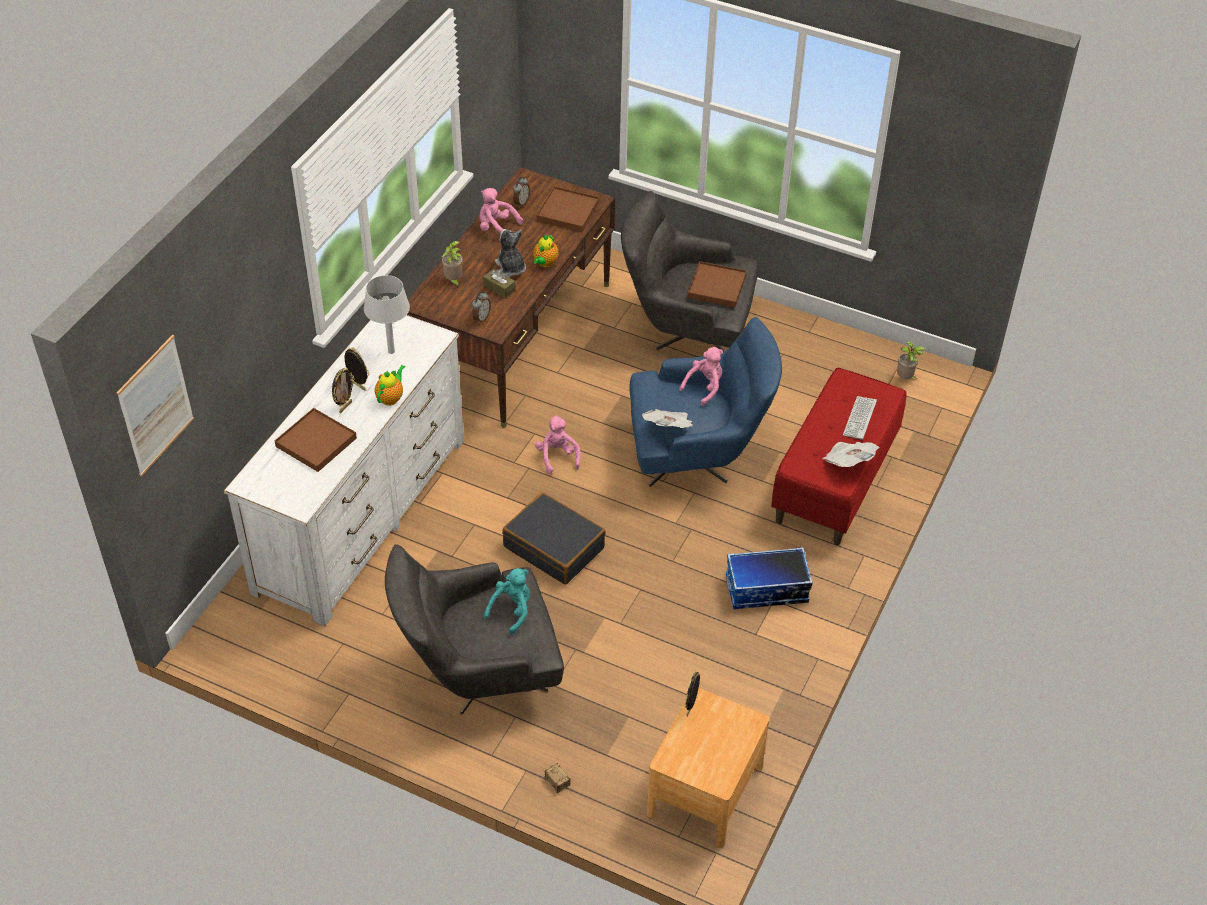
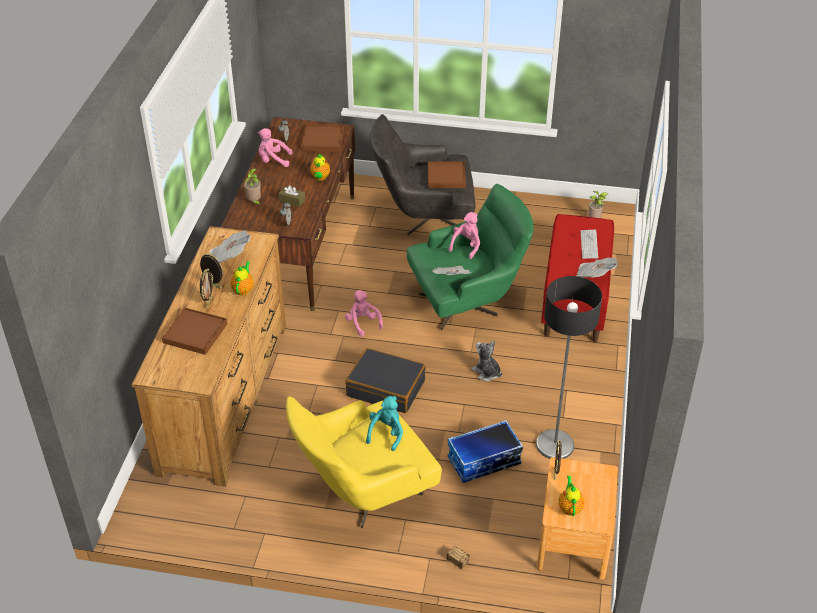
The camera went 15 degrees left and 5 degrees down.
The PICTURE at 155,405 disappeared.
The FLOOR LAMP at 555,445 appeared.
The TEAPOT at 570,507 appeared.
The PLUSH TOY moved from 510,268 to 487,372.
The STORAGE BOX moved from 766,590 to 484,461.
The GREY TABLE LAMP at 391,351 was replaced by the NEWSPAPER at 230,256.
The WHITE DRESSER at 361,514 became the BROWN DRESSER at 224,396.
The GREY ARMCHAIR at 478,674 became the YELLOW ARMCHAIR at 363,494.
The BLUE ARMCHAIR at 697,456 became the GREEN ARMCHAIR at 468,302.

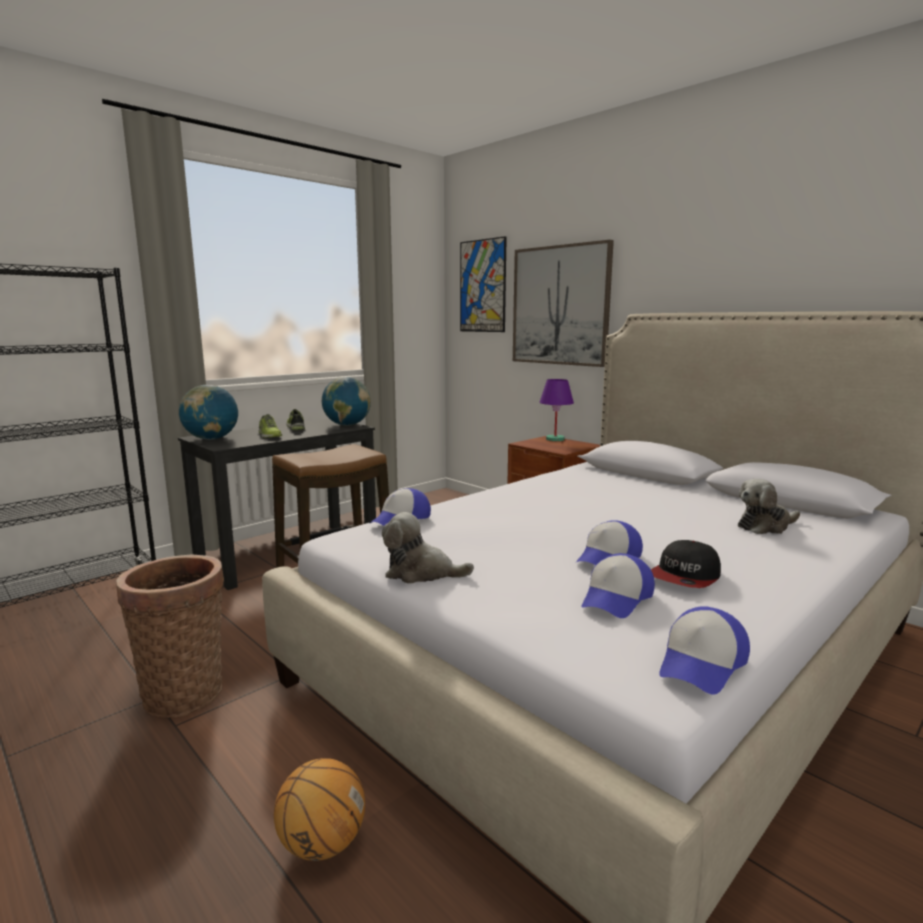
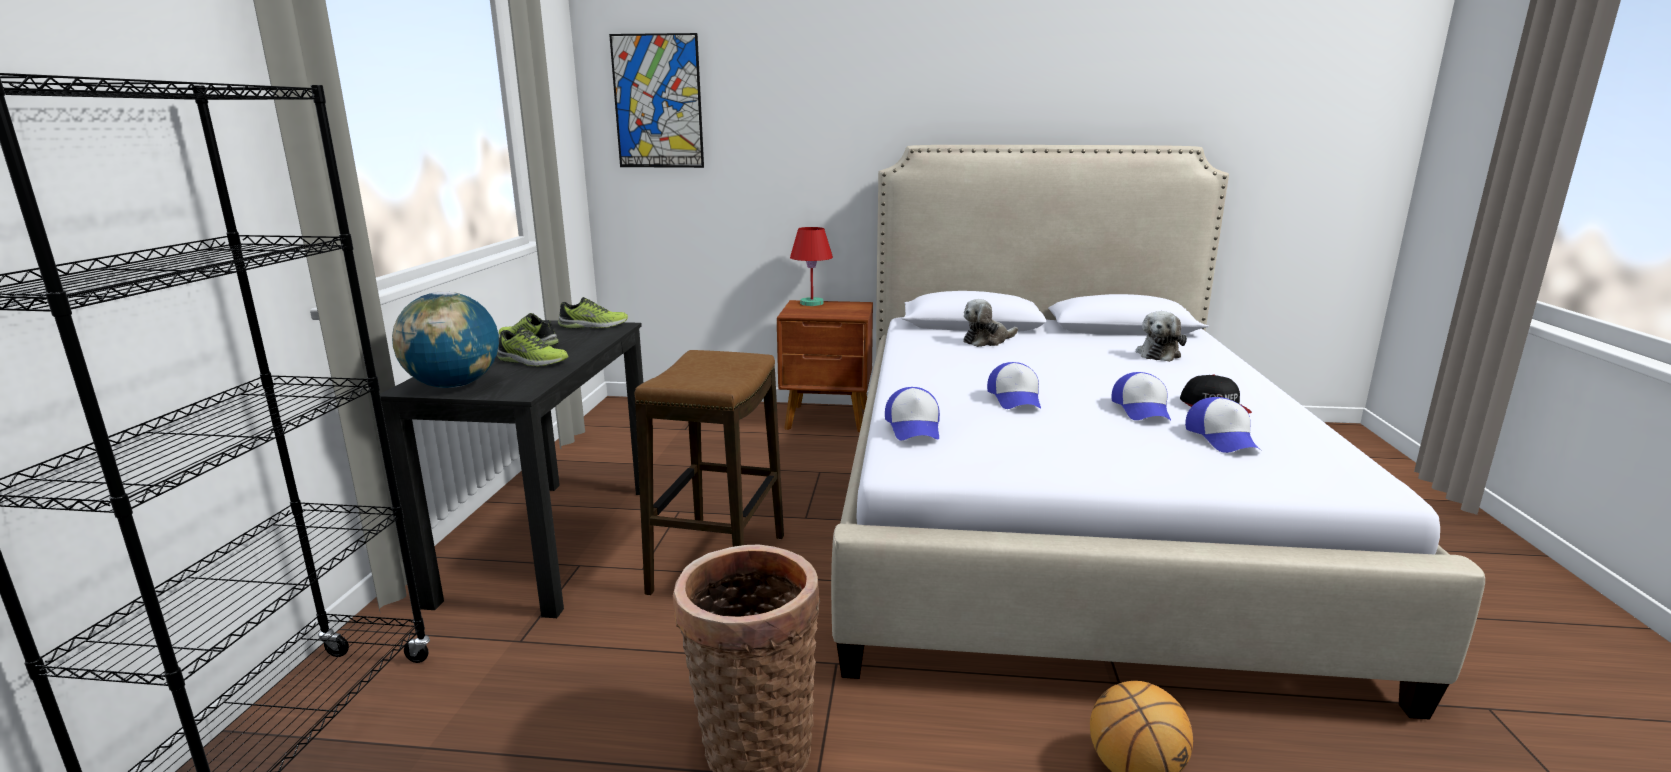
The camera went 40 degrees left and 5 degrees up.
The PICTURE at 560,305 disappeared.
The PLUSH TOY moved from 421,573 to 987,341.
The CAP moved from 702,663 to 1015,398.
The GLOBE at 347,425 was replaced by the SHOE at 593,326.
The PURPLE TABLE LAMP at 554,439 became the RED TABLE LAMP at 811,303.

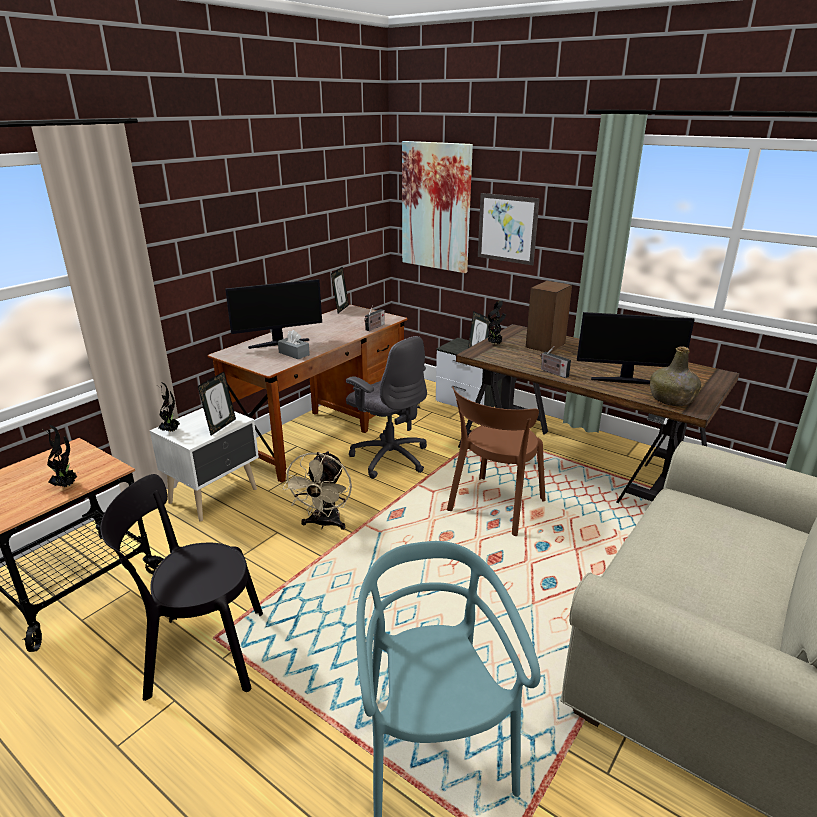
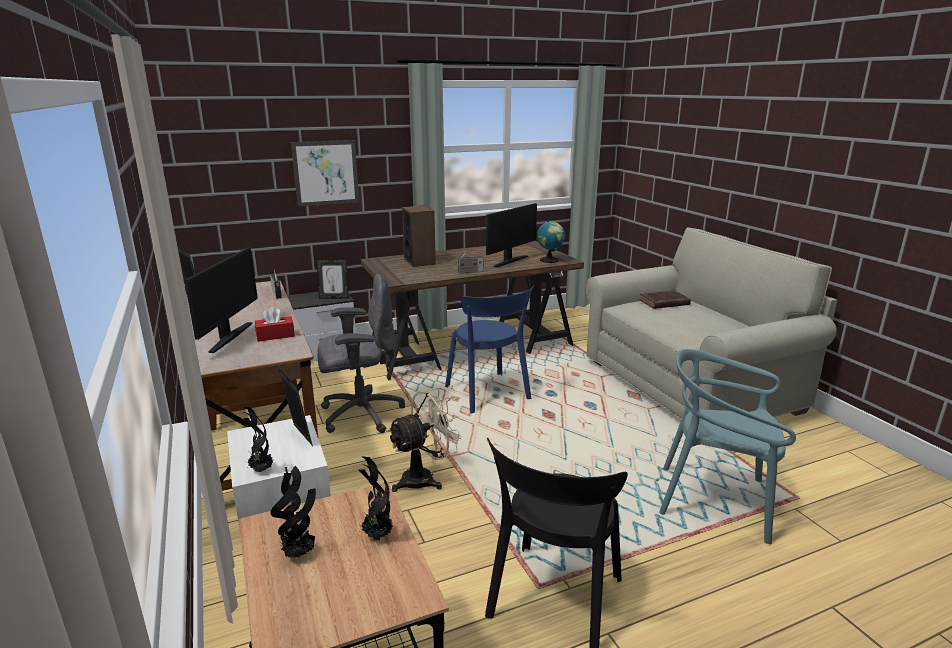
The camera went 60 degrees left and 5 degrees down.
The PICTURE at 436,207 disappeared.
The BROWN BOOK at 663,302 appeared.
The POTTED PLANT moved from 495,344 to 300,553.
The GREEN BOTTLE at 672,399 was replaced by the GLOBE at 550,260.
The GREY TISSUE BOX at 294,354 became the RED TISSUE BOX at 275,335.
The BROWN CHAIR at 494,508 became the BLUE CHAIR at 489,395.
The BEIGE FAN at 324,524 turned 75 degrees counterclockwise.

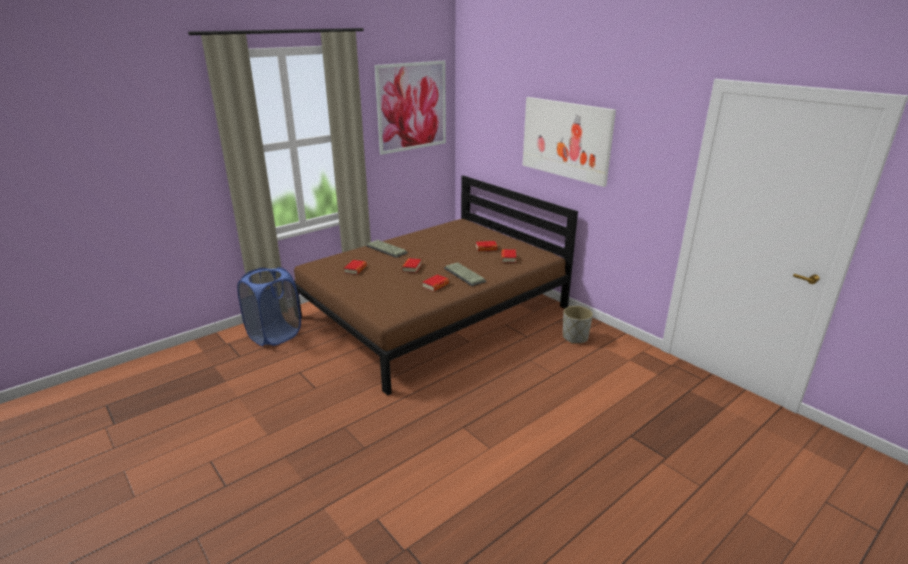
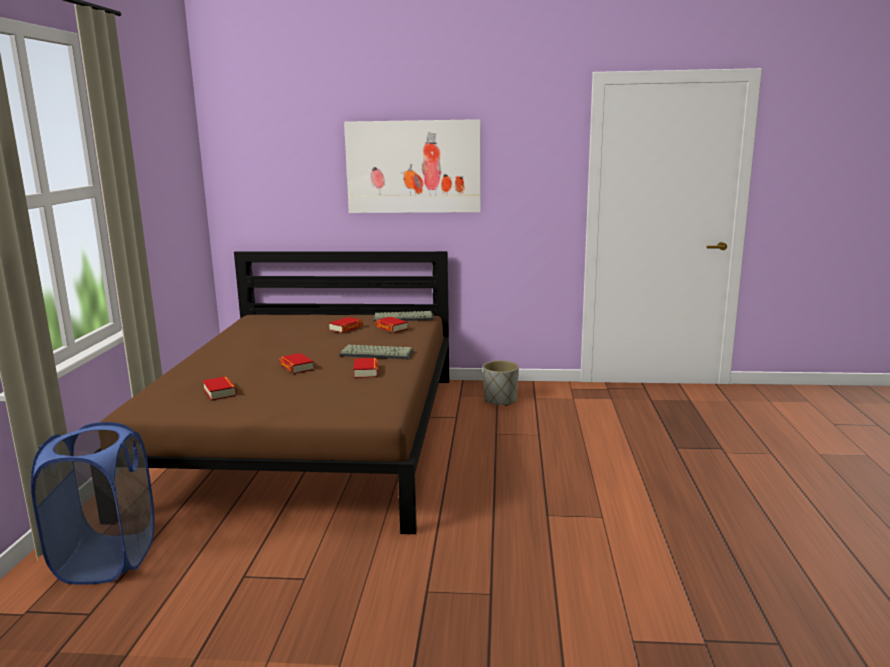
The camera went 45 degrees left and 10 degrees down.
The PICTURE at 412,106 disappeared.
The KEYBOARD moved from 387,249 to 404,317.

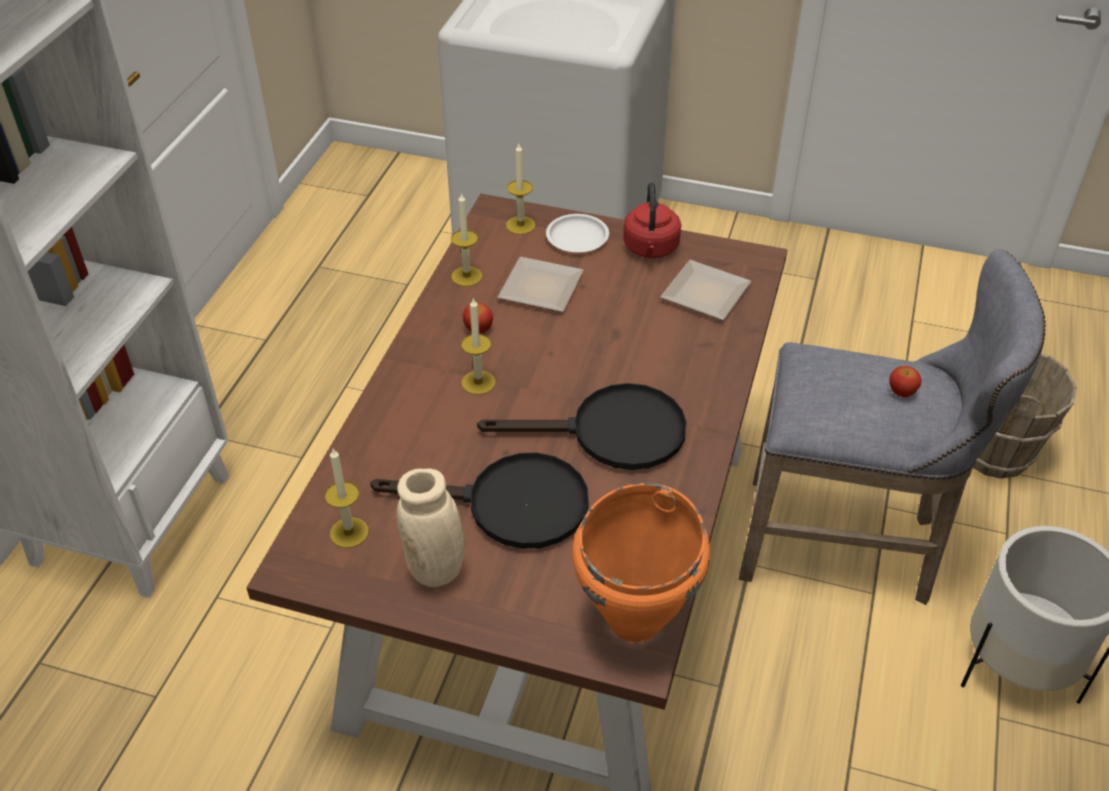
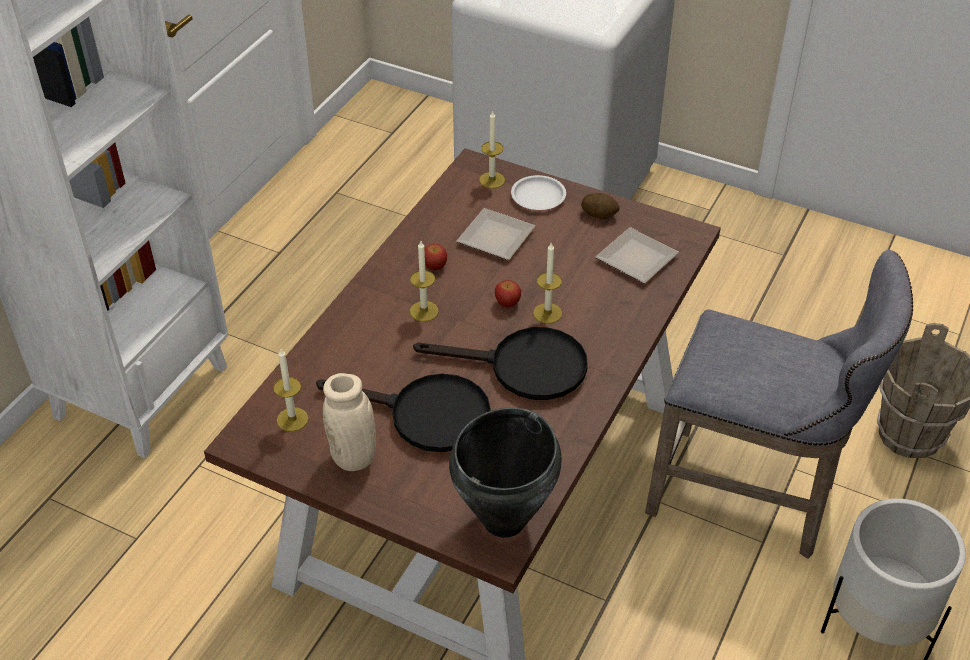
The camera went 10 degrees right and 0 degrees up.
The CANDLE moved from 466,276 to 547,313.
The APPLE moved from 901,392 to 507,303.
The RED KETTLE at 651,249 was replaced by the POTATO at 599,214.
The ORANGE COOKING POT at 636,620 became the BLACK COOKING POT at 505,520.

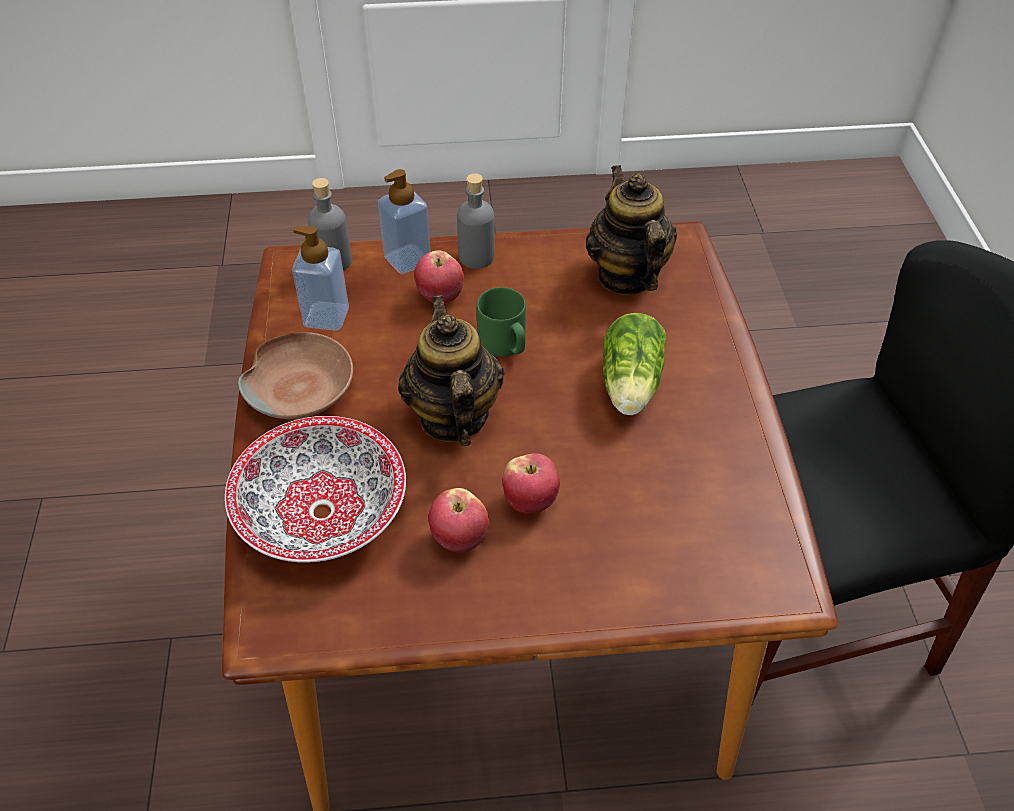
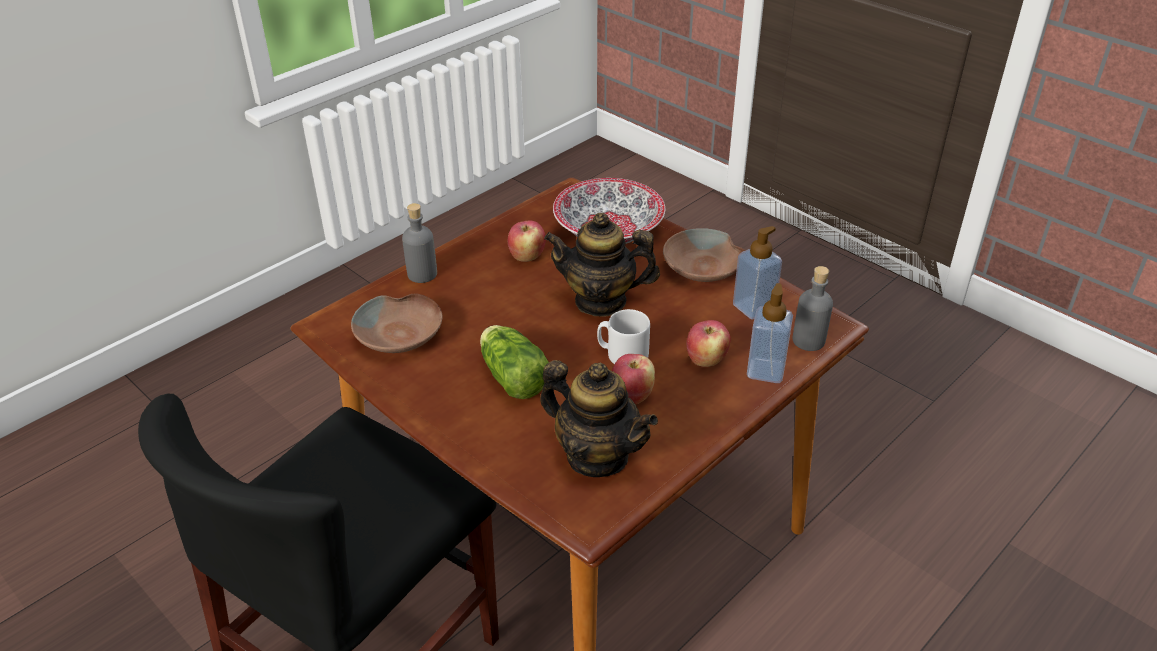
The camera went 140 degrees right and 10 degrees down.
The BROWN BOWL at 401,336 appeared.
The GREY BOTTLE moved from 476,257 to 422,274.
The APPLE moved from 530,501 to 632,395.
The GREEN MUG at 505,345 became the GREY MUG at 622,355.
The TEAPOT at 452,417 turned 150 degrees clockwise.

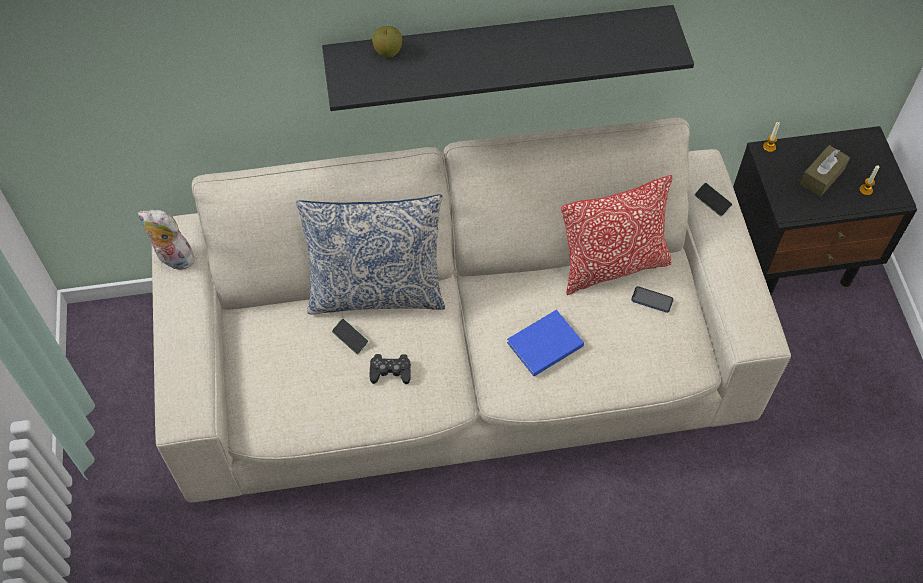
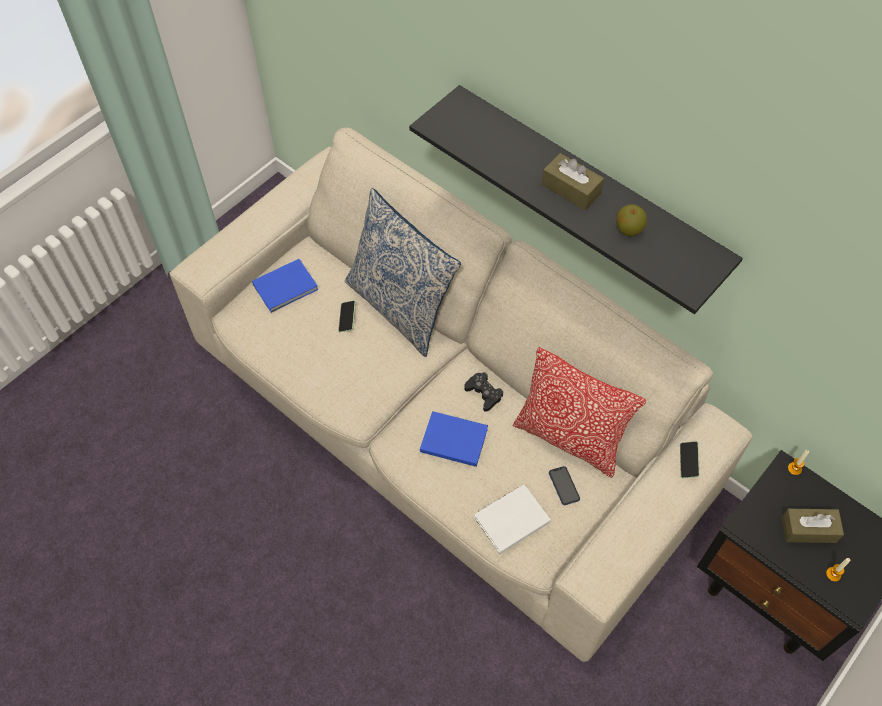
The camera went 50 degrees right and 0 degrees up.
The PLUSH TOY at 172,259 disappeared.
The BLUE BOOK at 287,287 appeared.
The WHITE BOOK at 509,520 appeared.
The BROWN TISSUE BOX at 571,189 appeared.
The BLACK GAME CONTROLLER moved from 390,371 to 484,393.
The APPLE moved from 388,51 to 629,229.

